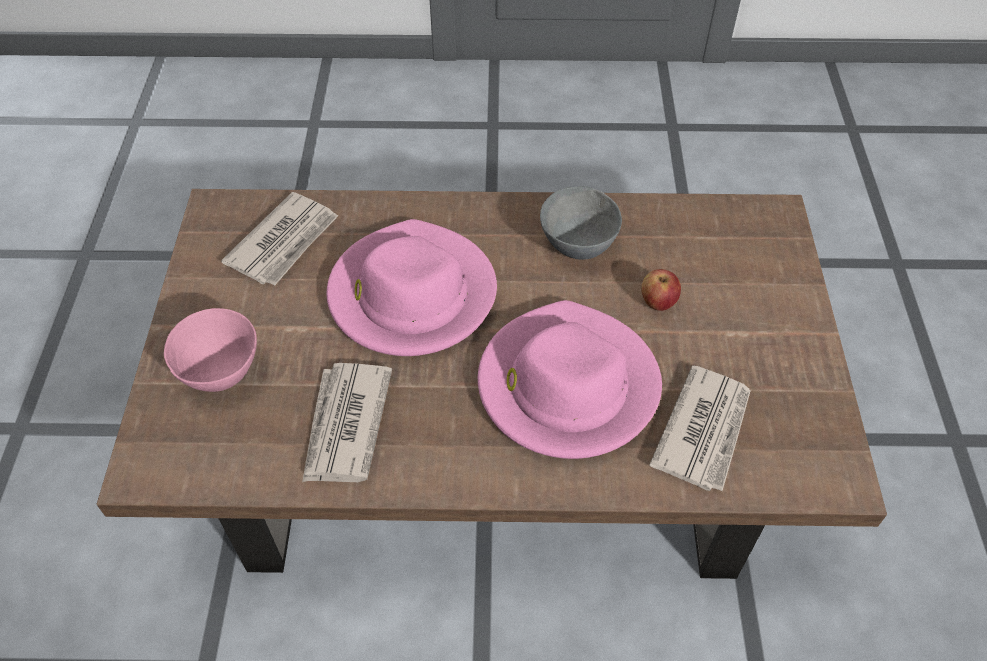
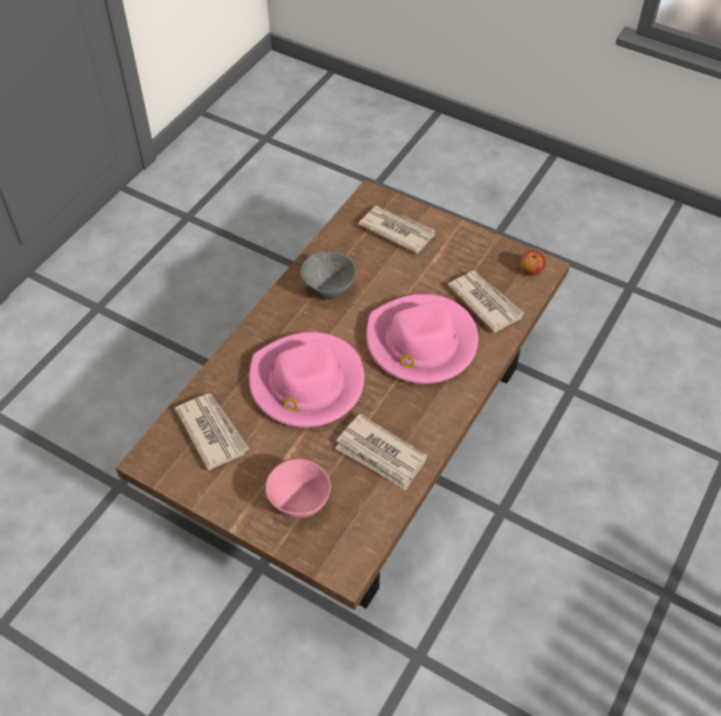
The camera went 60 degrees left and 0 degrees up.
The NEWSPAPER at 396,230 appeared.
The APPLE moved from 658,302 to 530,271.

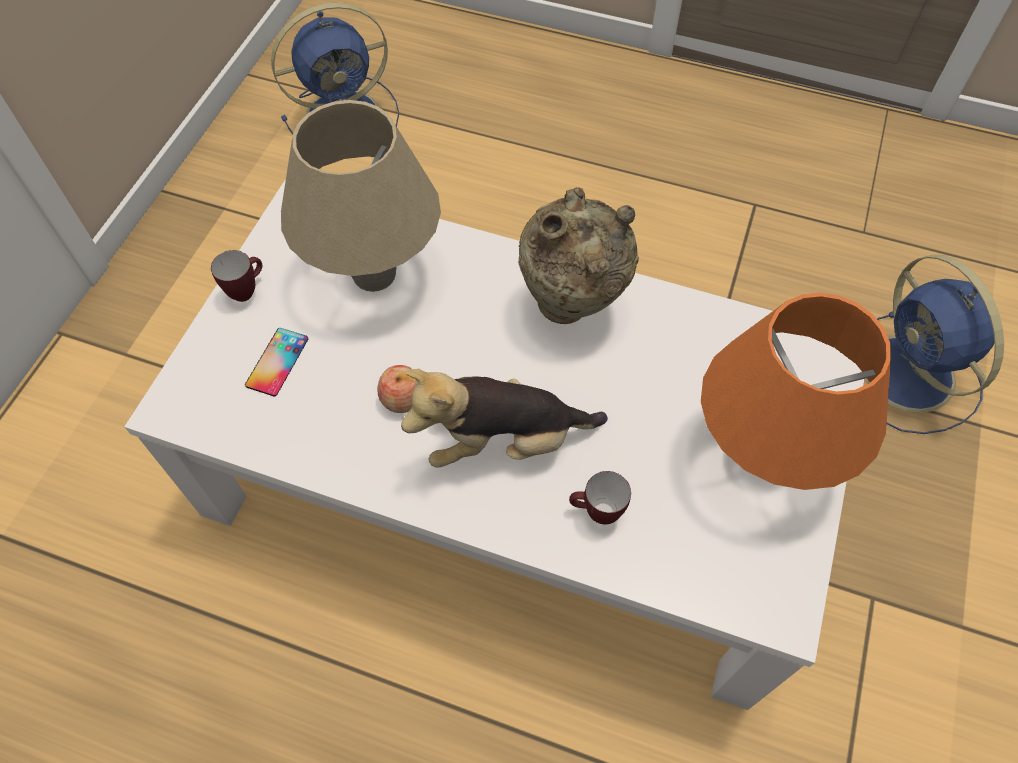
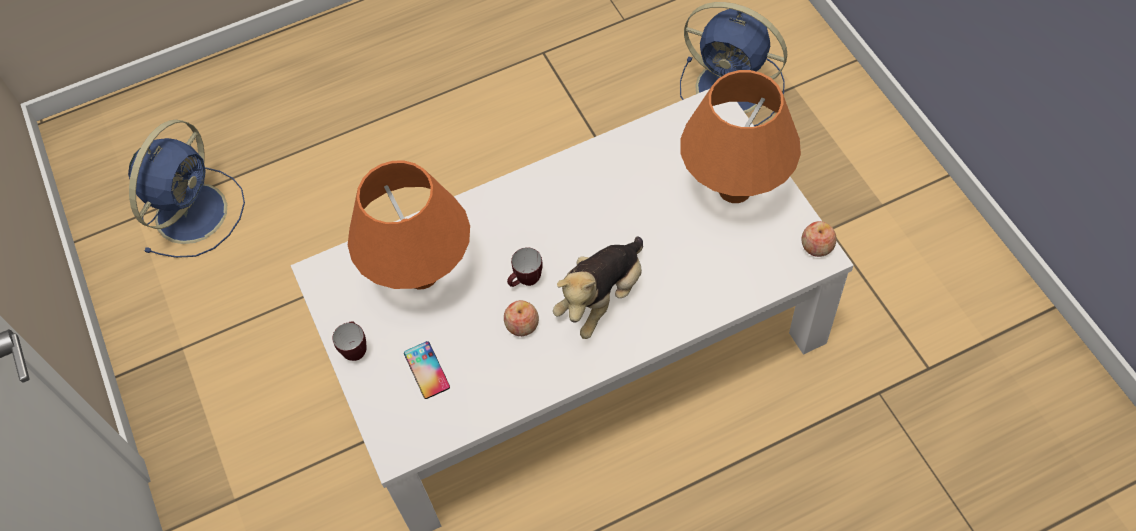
The camera went 40 degrees left and 0 degrees up.
The BEIGE VASE at 571,308 disappeared.
The APPLE at 817,246 appeared.
The MUG moved from 596,513 to 526,282.
The BEIGE TABLE LAMP at 374,274 became the ORANGE TABLE LAMP at 421,274.

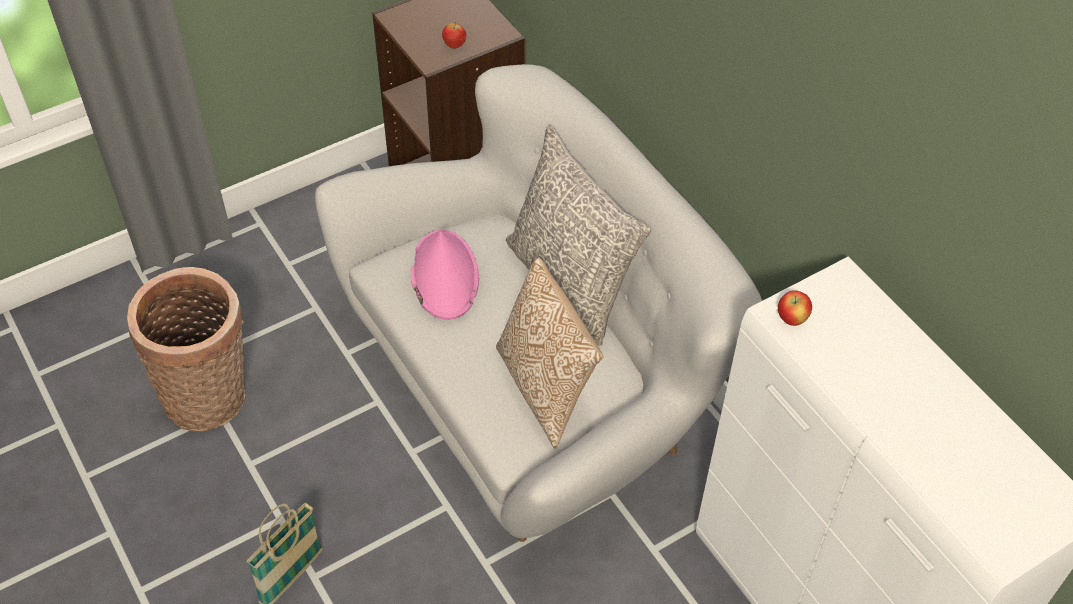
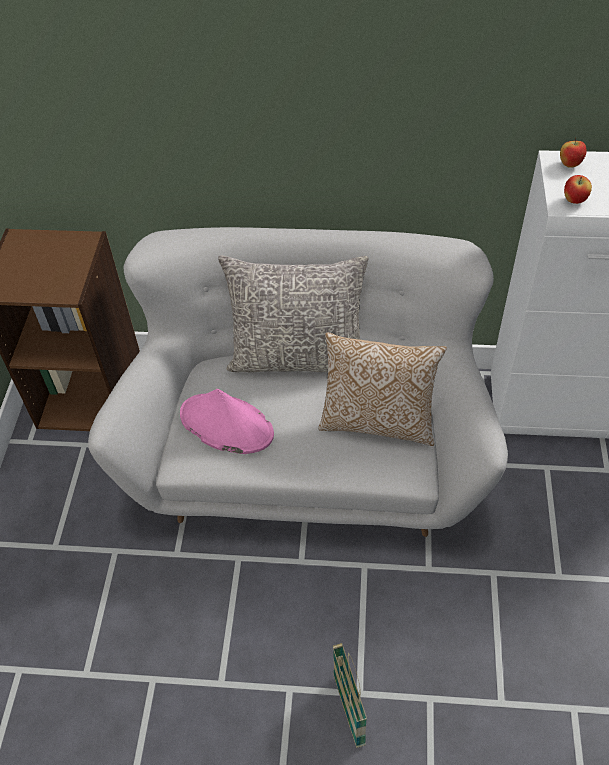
The camera went 50 degrees left and 0 degrees up.
The BASKET at 211,397 disappeared.
The APPLE moved from 454,45 to 570,164.

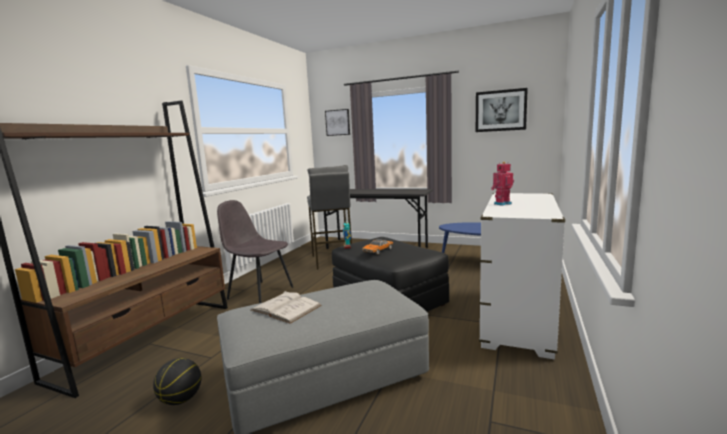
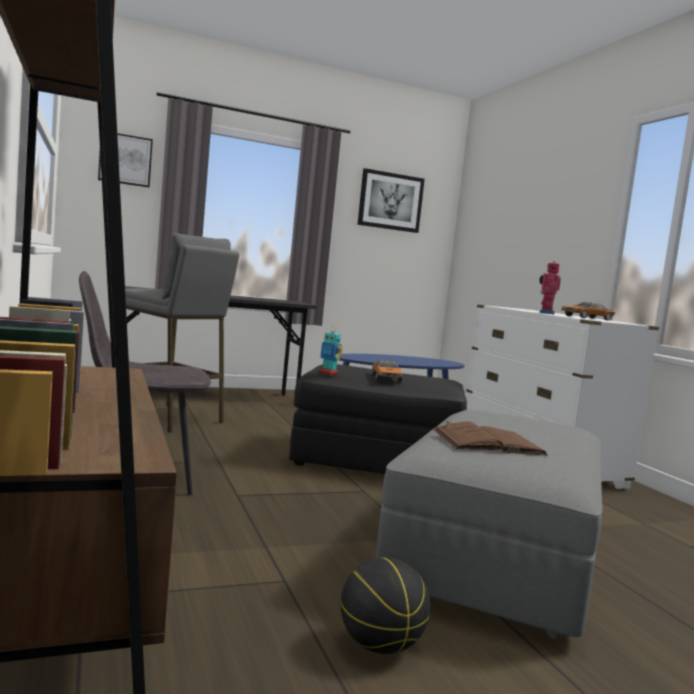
The camera went 45 degrees left and 5 degrees down.
The TOY CAR at 586,318 appeared.
The WHITE BOOK at 286,308 became the BROWN BOOK at 487,442.

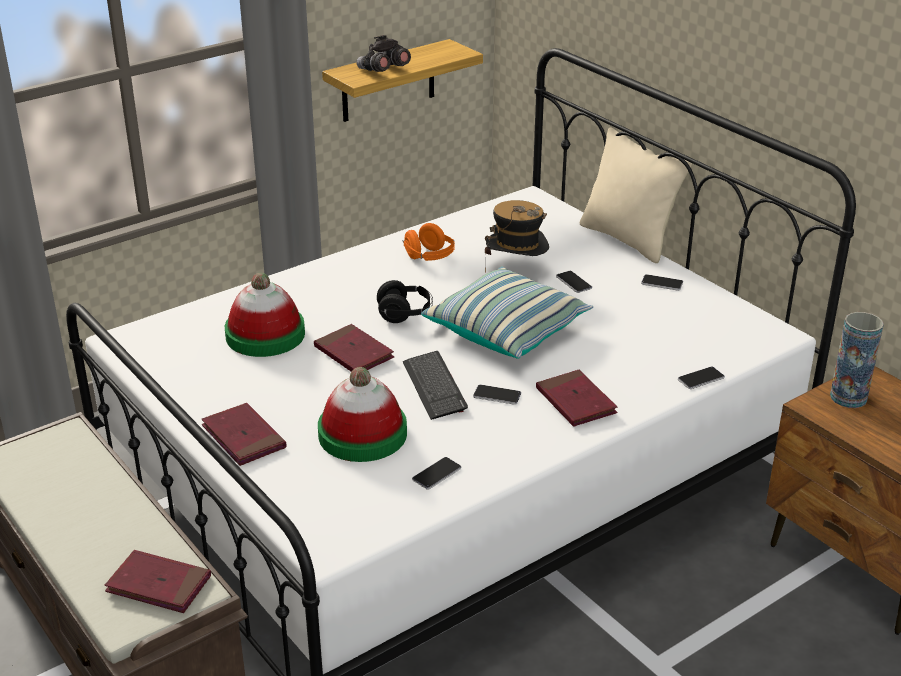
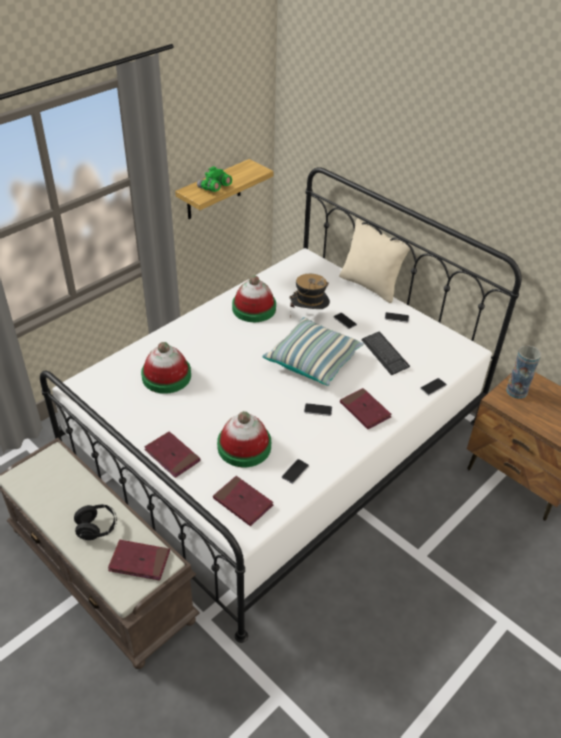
The camera went 10 degrees left and 10 degrees up.
The RED BOOK moved from 354,353 to 243,502.
The BLACK HEADPHONES moved from 405,314 to 97,528.
The KEYBOARD moved from 434,387 to 385,354.
The ORANGE HEADPHONES at 429,257 was replaced by the HAT at 254,308.
The GREY BINOCULARS at 383,71 became the GREEN BINOCULARS at 214,189.

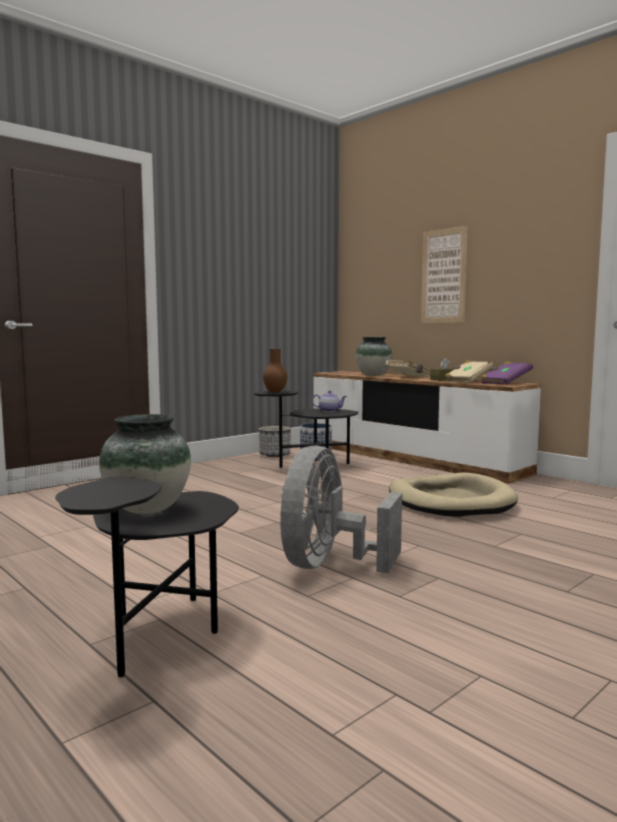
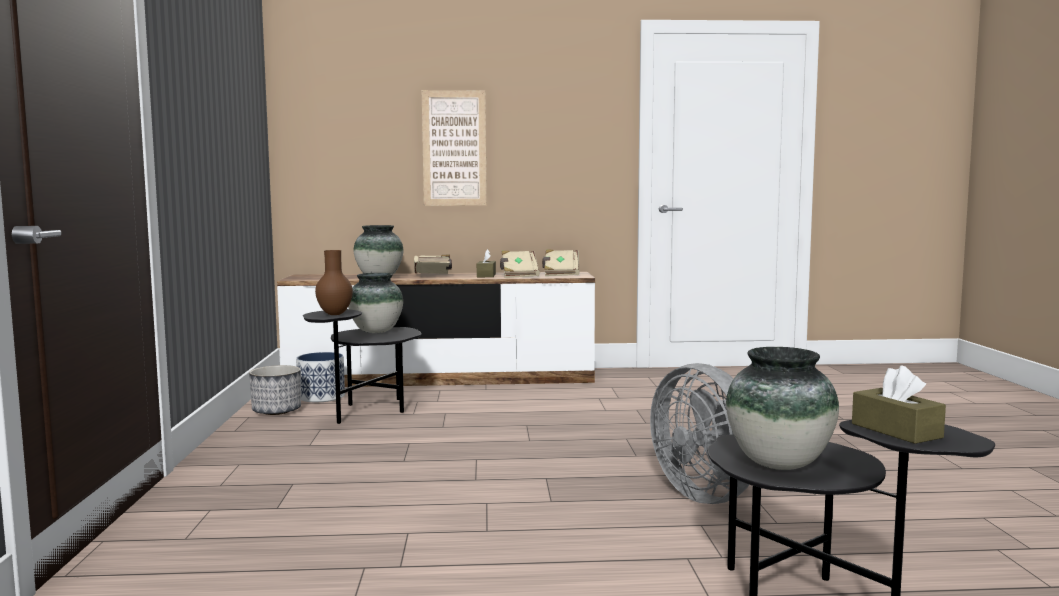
The camera went 50 degrees left and 0 degrees up.
The BEIGE DOG BED at 450,501 disappeared.
The BROWN TISSUE BOX at 896,430 appeared.
The TEAPOT at 329,411 was replaced by the VASE at 375,331.
The PURPLE BOOK at 505,383 became the BEIGE BOOK at 560,274.

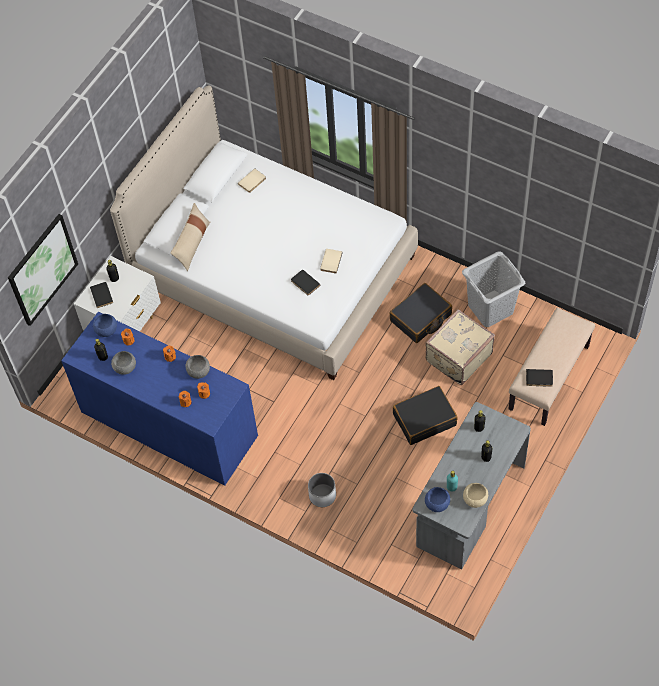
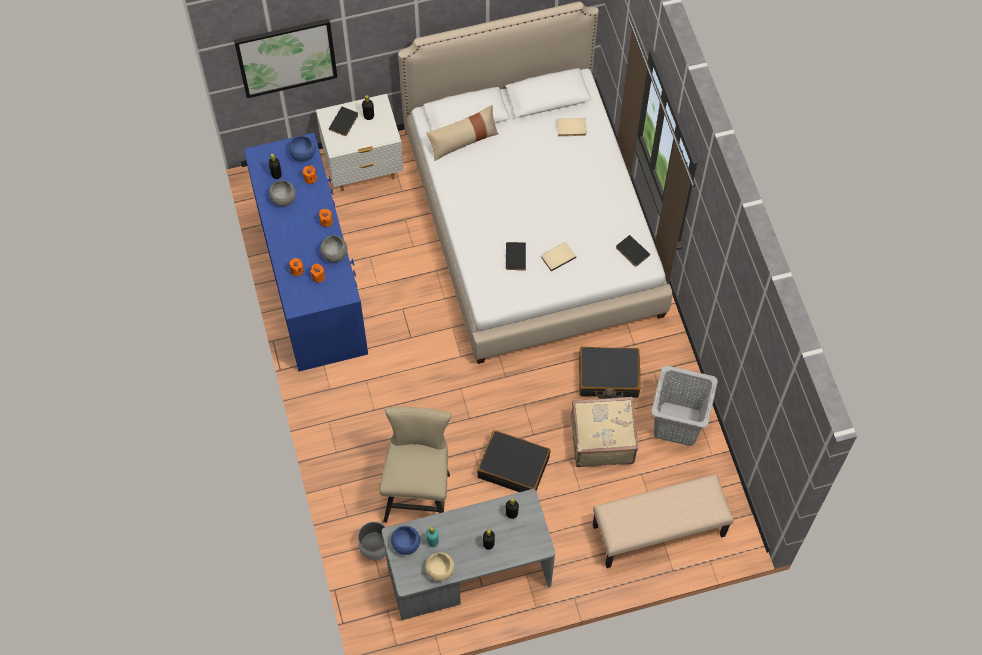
The camera went 40 degrees right and 5 degrees up.
The BEIGE STOOL at 419,492 appeared.
The WHITE PLANTER moved from 322,495 to 374,545.
The BLACK BOOK moved from 539,379 to 631,252.

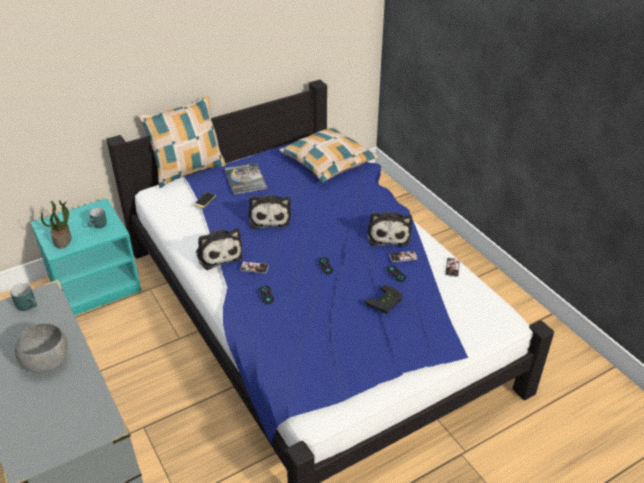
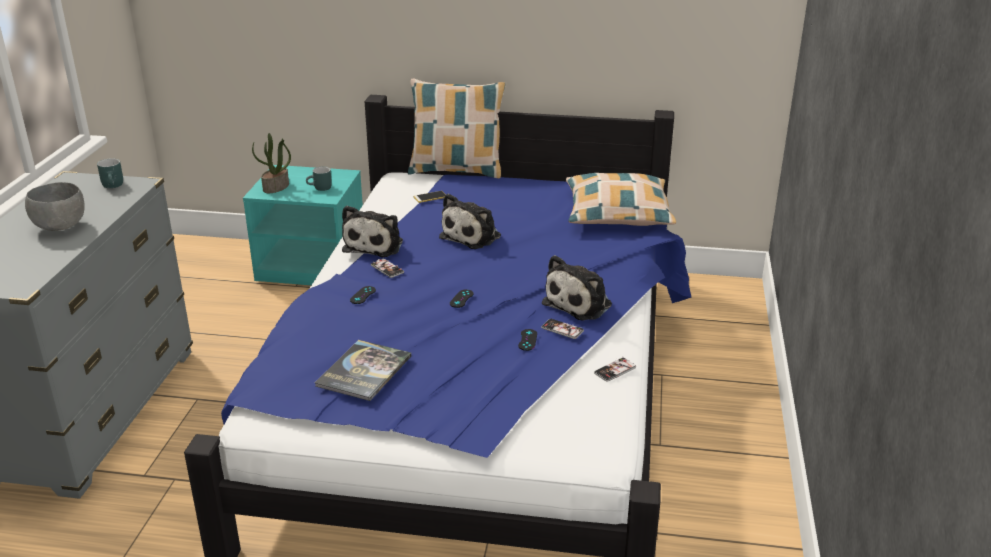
The camera went 40 degrees right and 10 degrees down.
The BLACK GAME CONTROLLER at 386,303 disappeared.
The BOOK moved from 245,179 to 364,371.

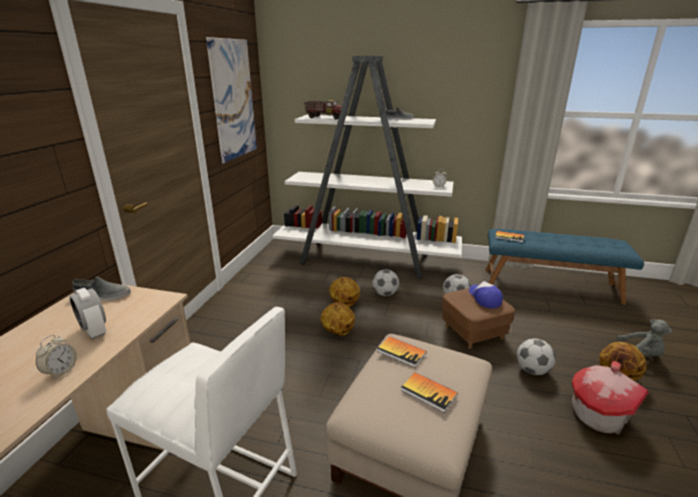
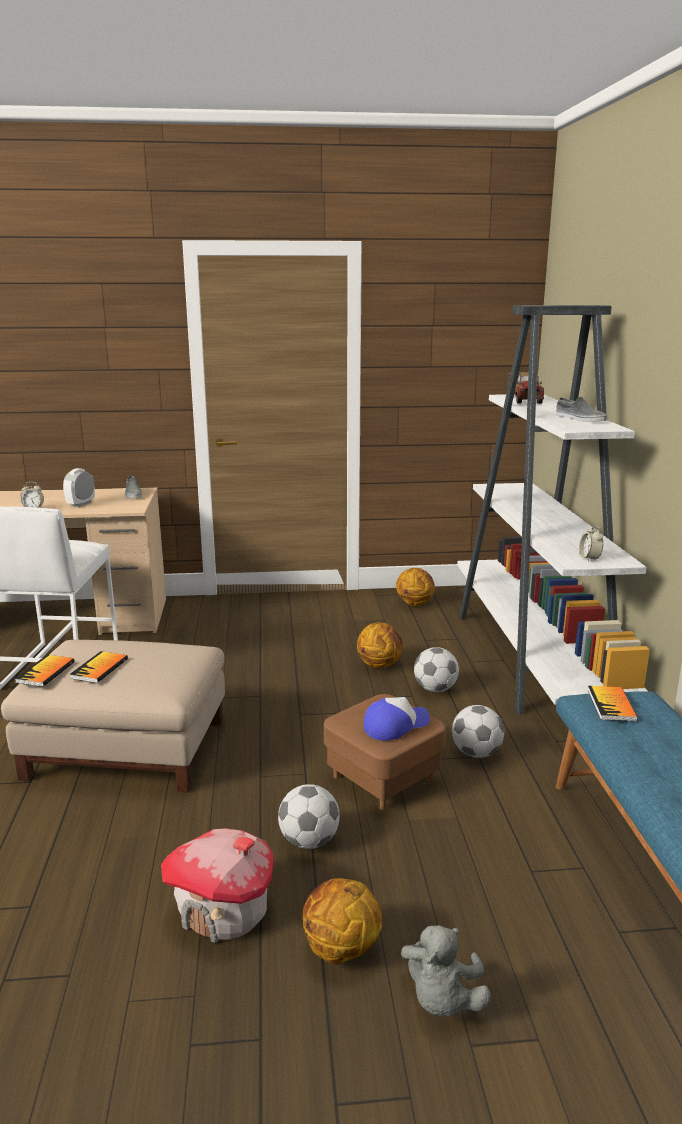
The camera went 70 degrees right and 5 degrees down.
The PICTURE at 233,100 disappeared.
The BASKETBALL moved from 337,332 to 415,603.
The BOOK moved from 401,352 to 45,672.

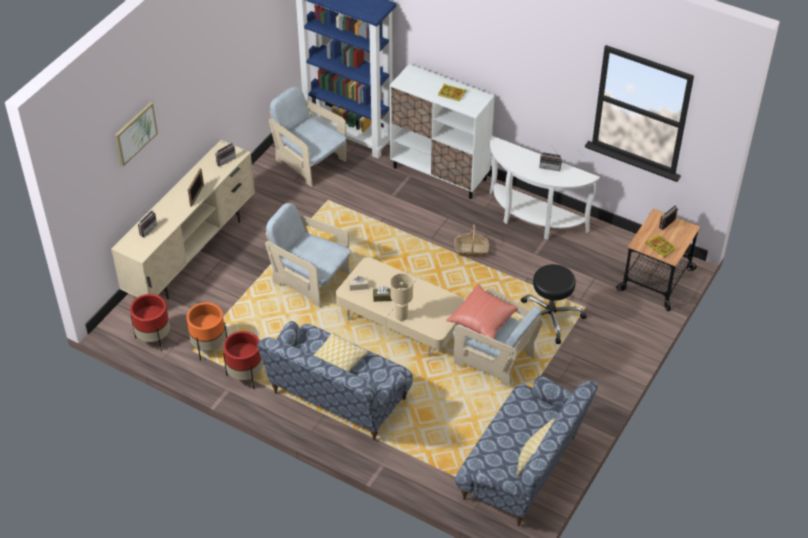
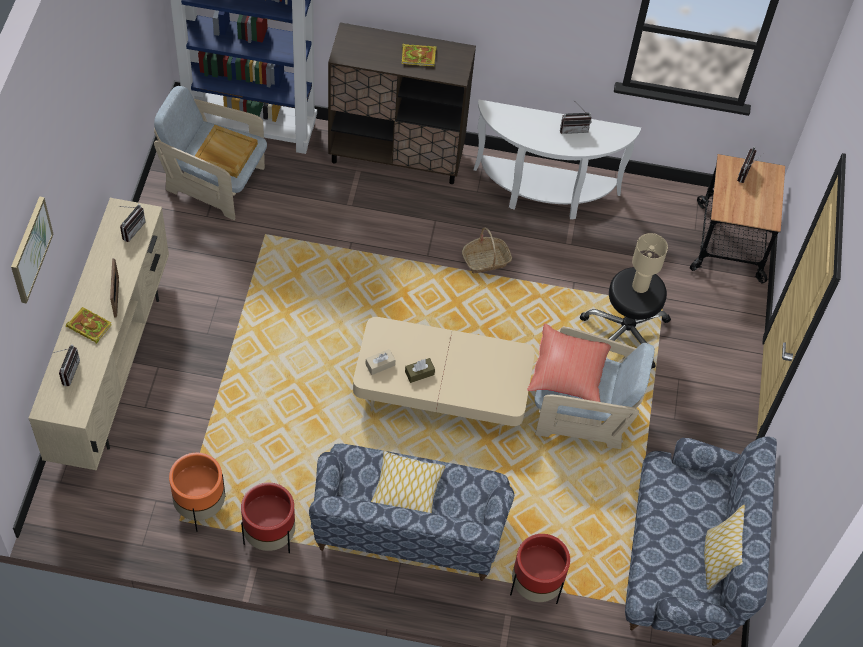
The camera went 25 degrees left and 10 degrees up.
The BEIGE ARMCHAIR at 310,280 disappeared.
The BEIGE TRAY at 225,153 appeared.
The RED PLANTER moved from 154,338 to 535,586.
The BEIGE TABLE LAMP moved from 402,316 to 640,286.
The BOOK moved from 660,247 to 88,326.
The WHITE CABINET at 440,173 became the BROWN CABINET at 397,156.

